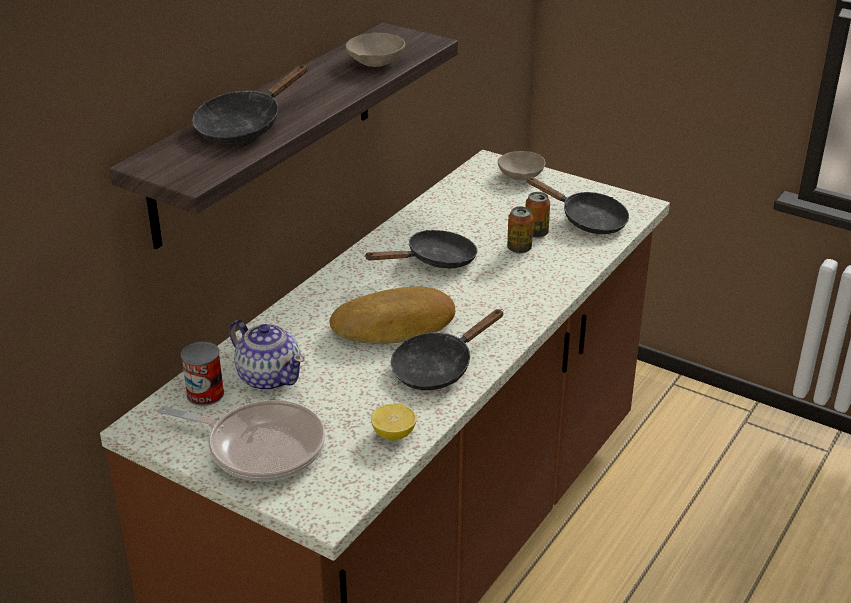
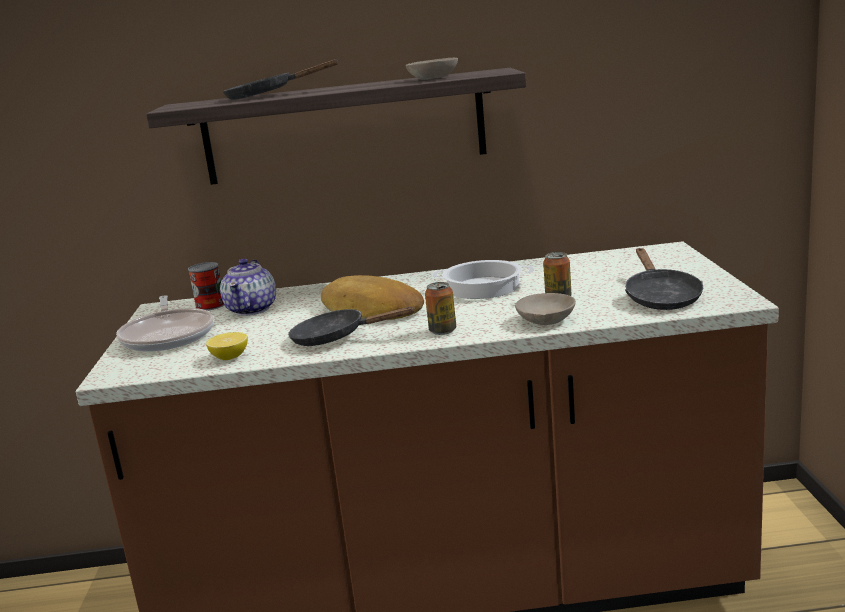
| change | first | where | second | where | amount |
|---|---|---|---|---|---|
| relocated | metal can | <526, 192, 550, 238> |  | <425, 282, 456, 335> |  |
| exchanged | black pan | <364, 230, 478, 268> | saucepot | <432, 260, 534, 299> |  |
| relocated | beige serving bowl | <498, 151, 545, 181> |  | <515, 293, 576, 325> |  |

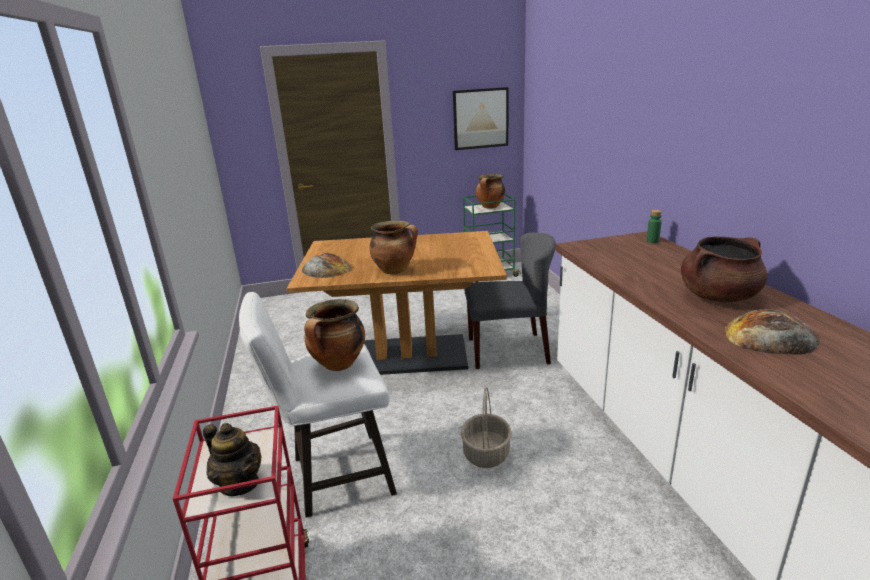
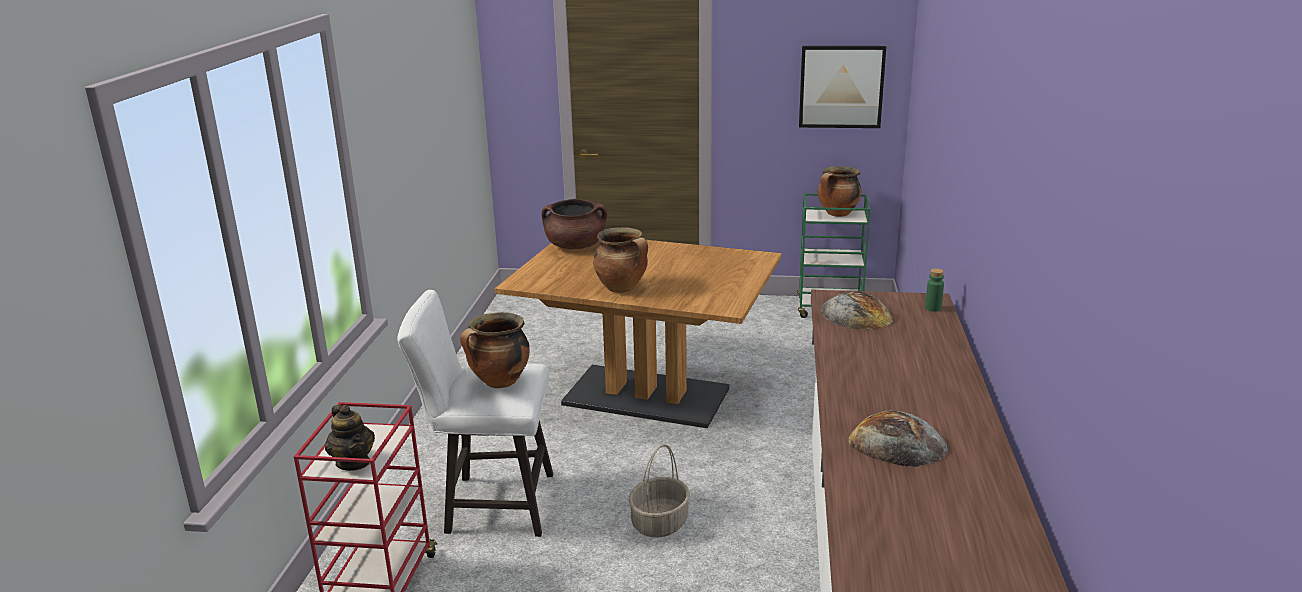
| change | first | where | second | where | amount |
|---|---|---|---|---|---|
| relocated | brownish saucepot | <681, 237, 767, 302> |  | <542, 199, 607, 249> |  |
| relocated | bread | <302, 253, 351, 278> |  | <820, 291, 893, 330> |  |
| missing | greyish plain chair | <465, 232, 556, 369> |  |  |  |

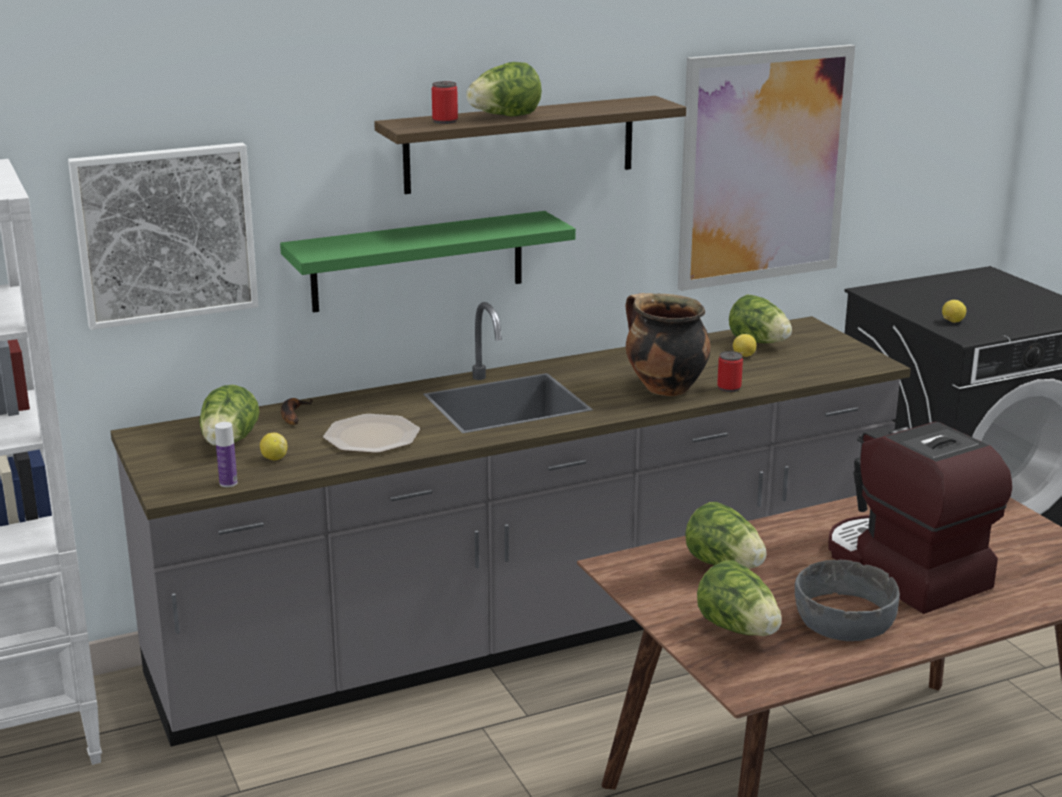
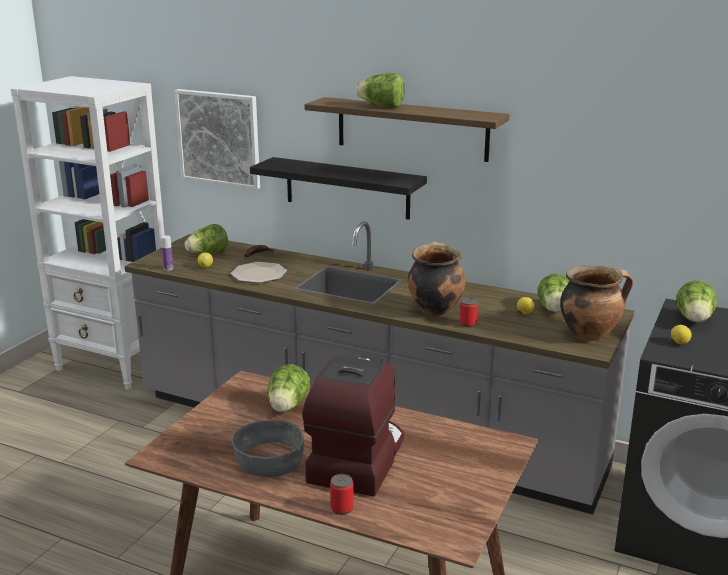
| change | first | where | second | where | amount |
|---|---|---|---|---|---|
| colour | green bracket shelf | <280, 211, 576, 313> | black bracket shelf | <250, 157, 427, 220> |  |
| relocated | metal can | <432, 81, 458, 124> |  | <330, 474, 354, 515> |  |
| appeared |  |  | saucepot | <560, 265, 633, 341> |  |
| relocated | lettuce | <697, 560, 782, 636> |  | <676, 281, 717, 322> |  |
| missing | picture | <678, 45, 855, 291> |  |  |  |

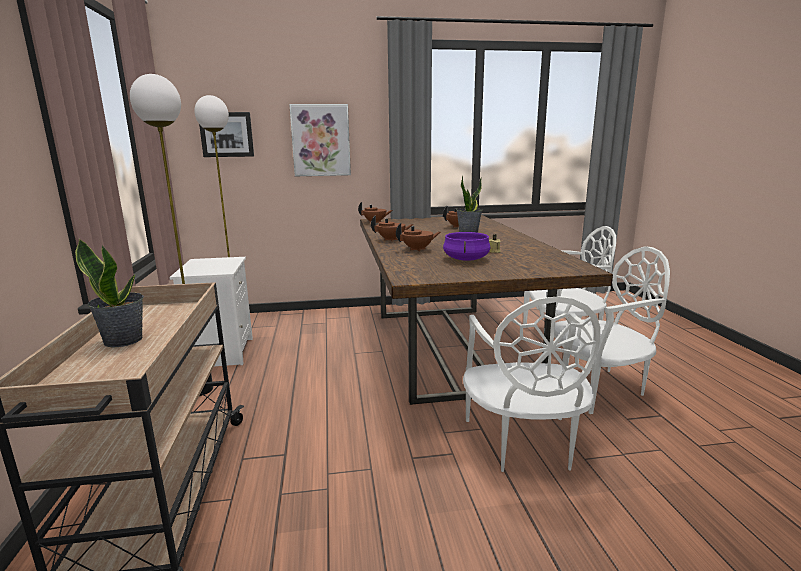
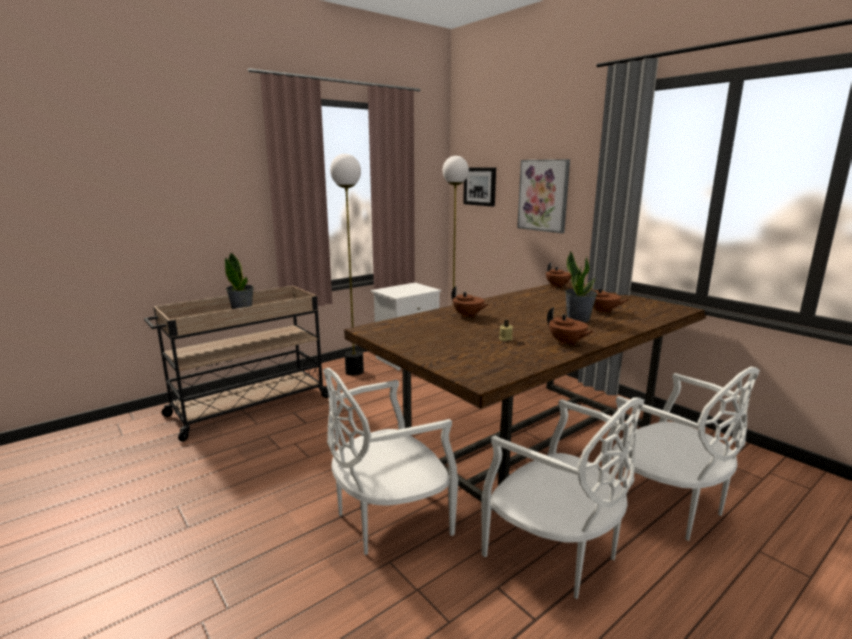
| change | first | where | second | where | amount |
|---|---|---|---|---|---|
| relocated | brownish teapot | <371, 215, 413, 241> |  | <547, 307, 594, 346> |  |
| missing | purple saucepot | <443, 232, 490, 261> |  |  |  |

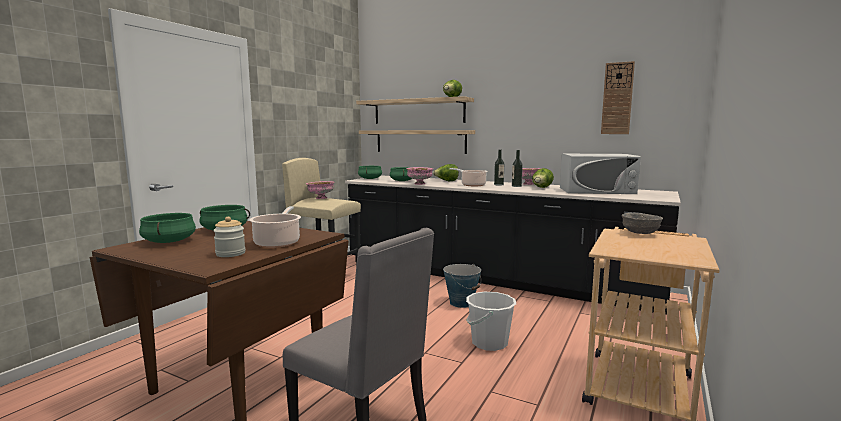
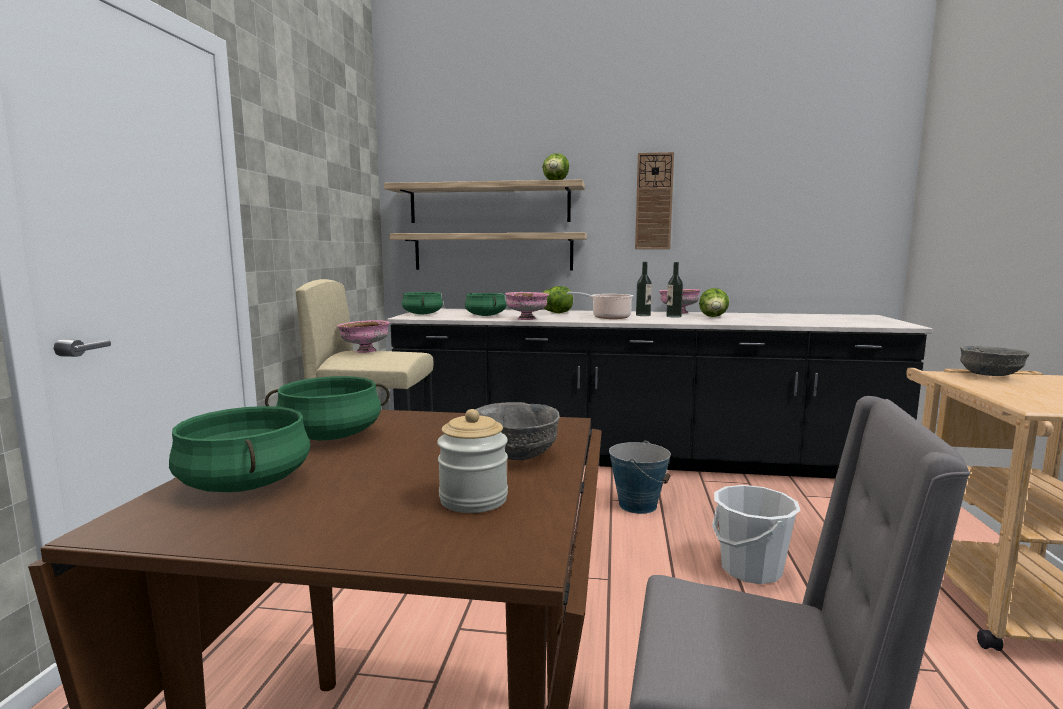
| change | first | where | second | where | amount |
|---|---|---|---|---|---|
| exchanged | saucepot | <249, 206, 301, 248> | greyish serving bowl | <475, 402, 560, 460> |  |
| relocated | wall clock | <601, 61, 635, 134> |  | <635, 152, 674, 249> |  |
| missing | whitish microwave | <560, 154, 641, 194> |  |  |  |

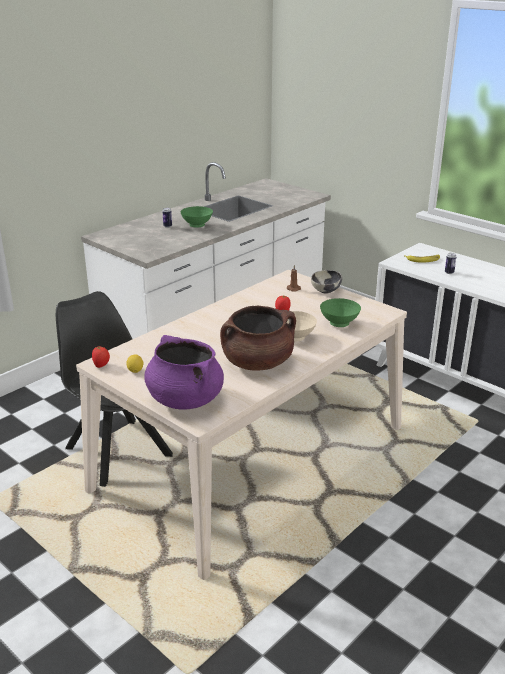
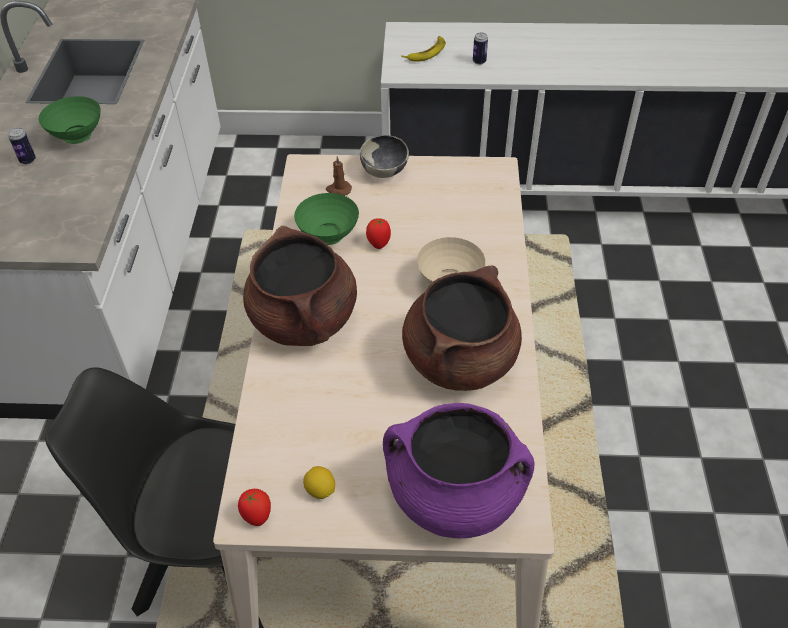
| change | first | where | second | where | amount |
|---|---|---|---|---|---|
| appeared |  |  | brownish saucepot | <243, 226, 357, 346> |  |
| relocated | green serving bowl | <320, 298, 361, 327> |  | <294, 193, 359, 245> |  |

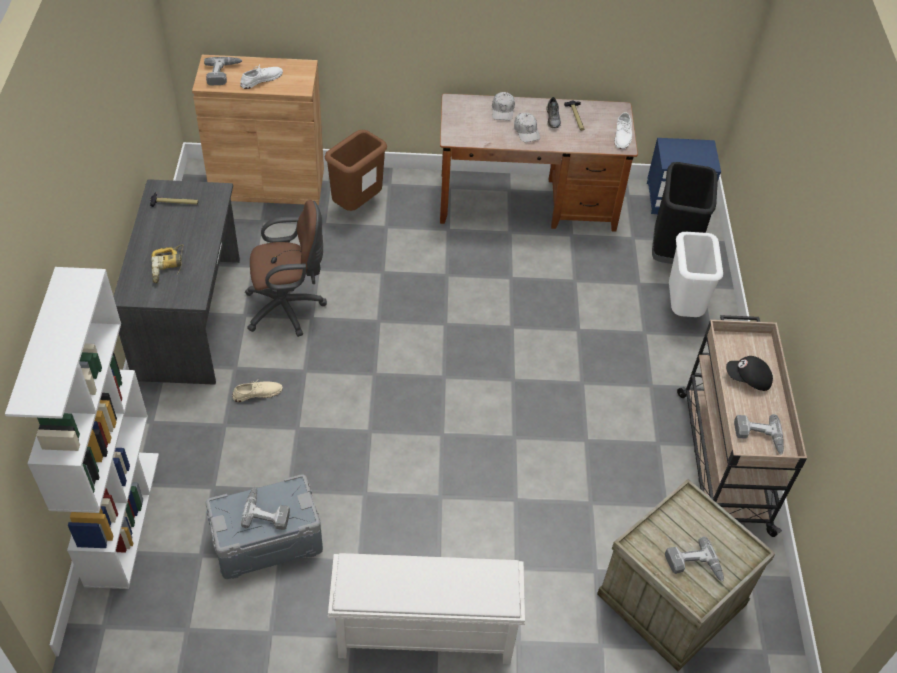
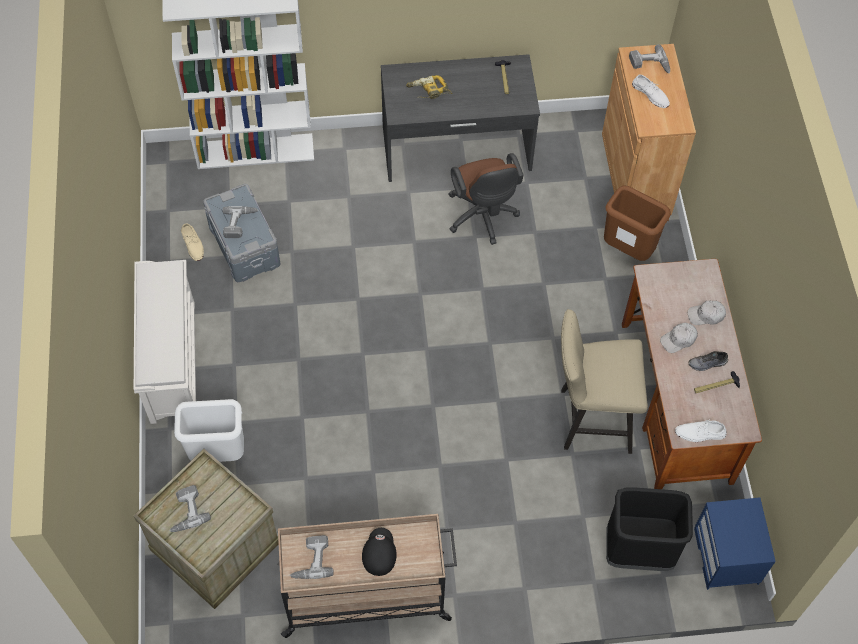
| change | first | where | second | where | amount |
|---|---|---|---|---|---|
| relocated | whitish rubbish bin | <669, 232, 723, 317> |  | <174, 399, 244, 462> |  |
| relocated | beige low shoe | <232, 380, 283, 402> |  | <181, 223, 204, 261> |  |
| appeared |  |  | beige stool seat | <561, 309, 648, 454> |  |

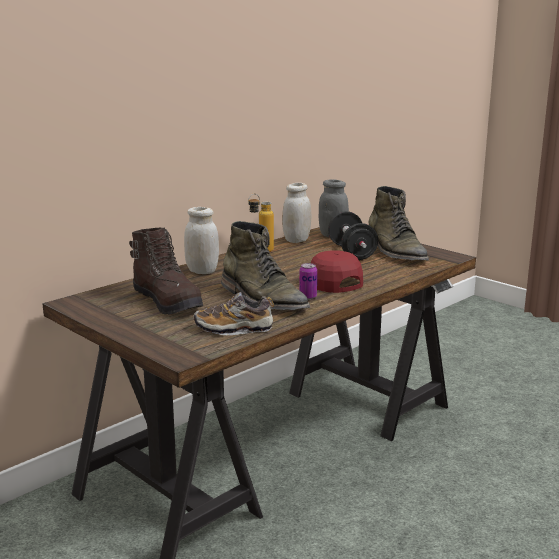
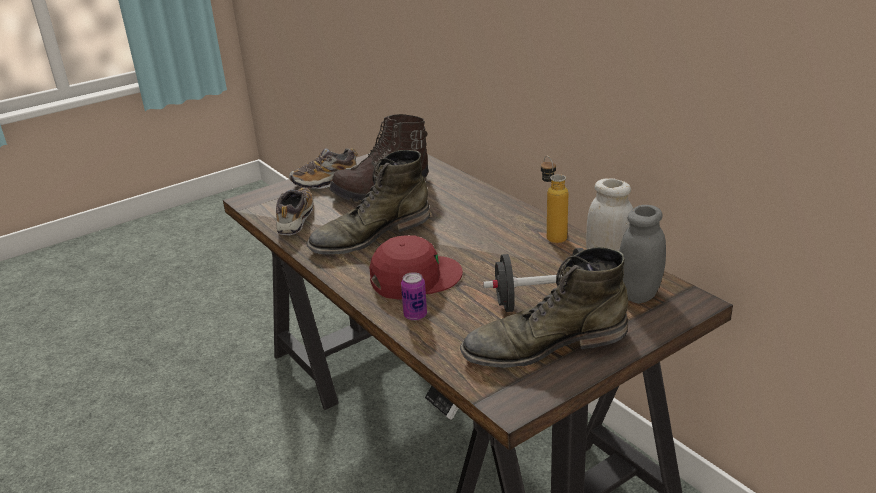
| change | first | where | second | where | amount |
|---|---|---|---|---|---|
| appeared |  |  | low shoe | <289, 148, 358, 189> |  |
| relocated | metal can | <299, 263, 317, 299> |  | <401, 272, 427, 321> |  |
| missing | whitish storage jar | <184, 207, 219, 274> |  |  |  |

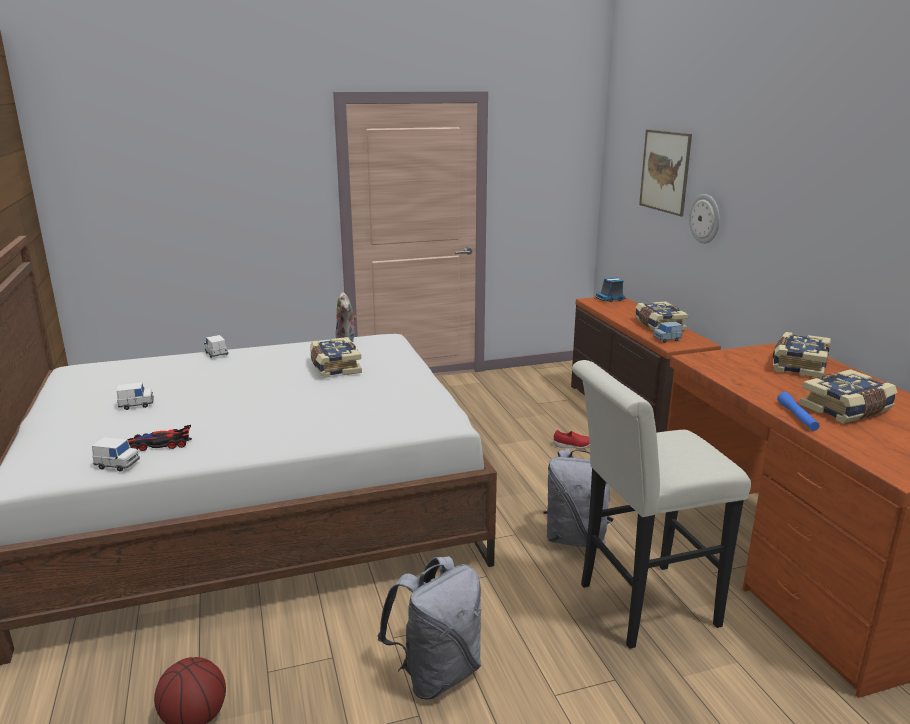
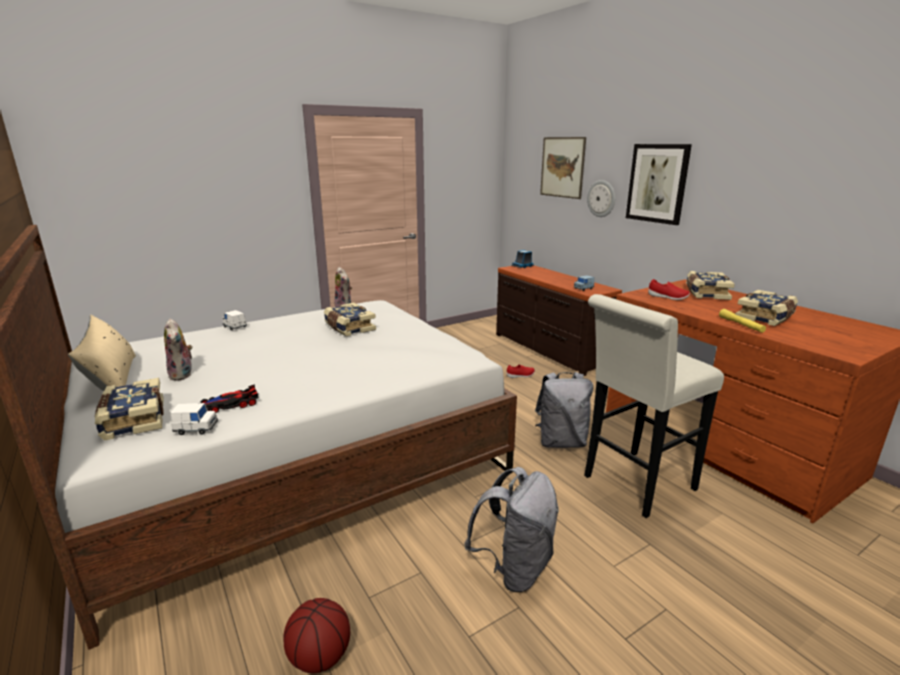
| change | first | where | second | where | amount |
|---|---|---|---|---|---|
| appeared |  |  | beige pillow | <68, 315, 136, 391> |  |
| relocated | book | <635, 302, 688, 331> |  | <95, 378, 164, 441> |  |
| exchanged | whitish toy car | <117, 382, 154, 410> | plush toy | <164, 318, 193, 381> |  |
| appeared |  |  | picture | <626, 144, 692, 225> |  |
| appeared |  |  | red low shoe | <648, 279, 690, 300> |  |
| colour | blue-coloured torch | <777, 392, 820, 431> | yellowish torch | <719, 309, 766, 333> |  |

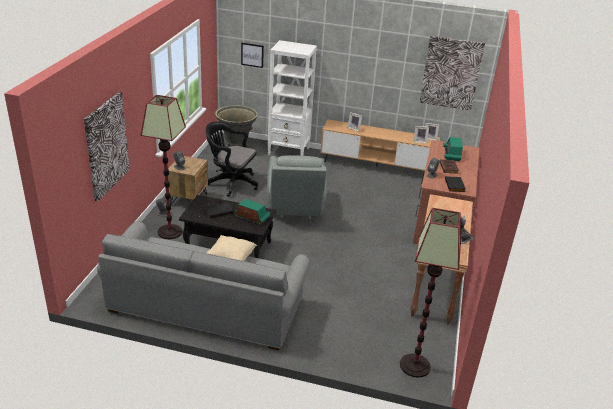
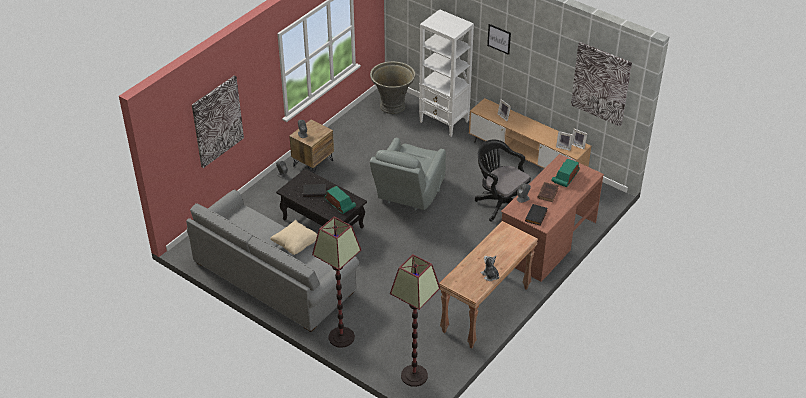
| change | first | where | second | where | amount |
|---|---|---|---|---|---|
| relocated | standard lamp | <141, 95, 186, 239> |  | <312, 217, 361, 348> |  |
| relocated | black computer chair | <206, 121, 258, 197> |  | <475, 139, 531, 222> |  |
| relocated | picture | <241, 43, 264, 68> |  | <487, 24, 511, 55> |  |

